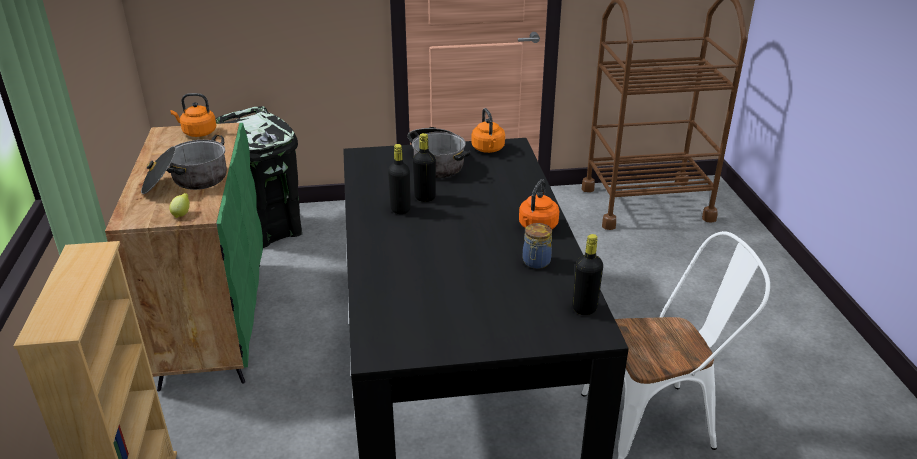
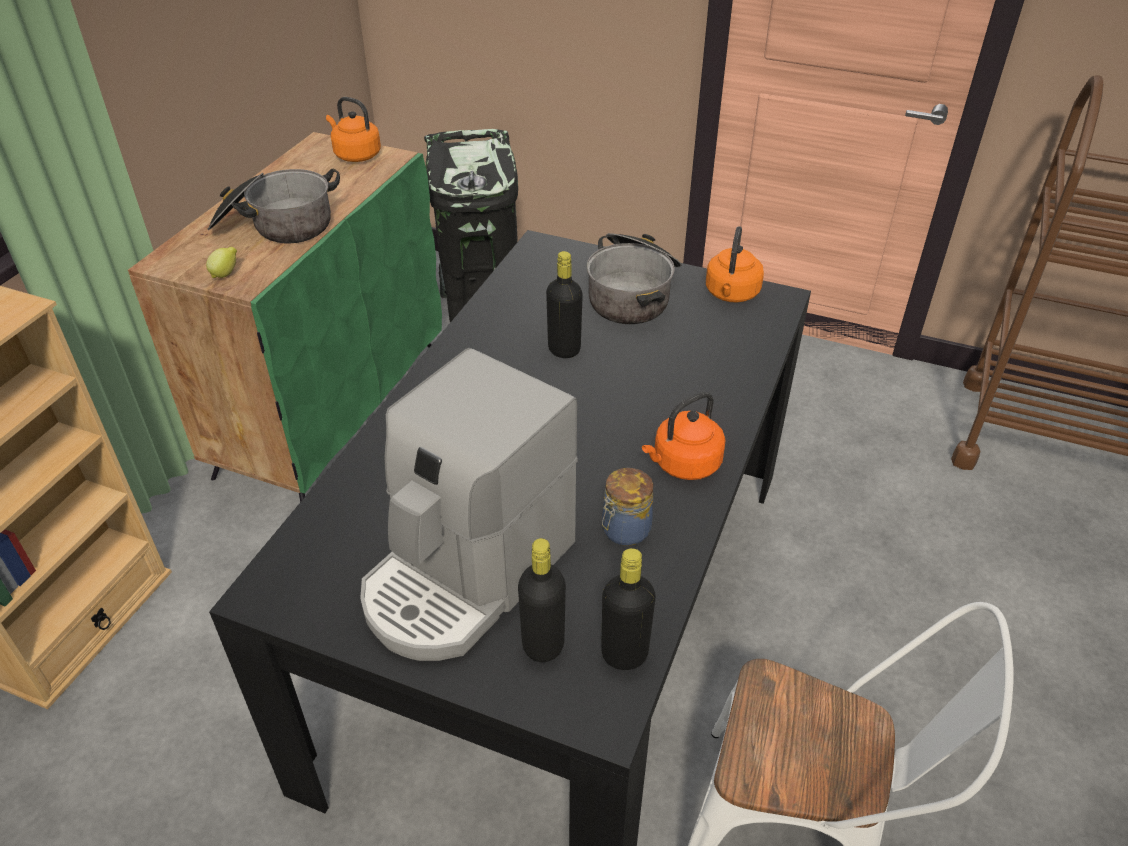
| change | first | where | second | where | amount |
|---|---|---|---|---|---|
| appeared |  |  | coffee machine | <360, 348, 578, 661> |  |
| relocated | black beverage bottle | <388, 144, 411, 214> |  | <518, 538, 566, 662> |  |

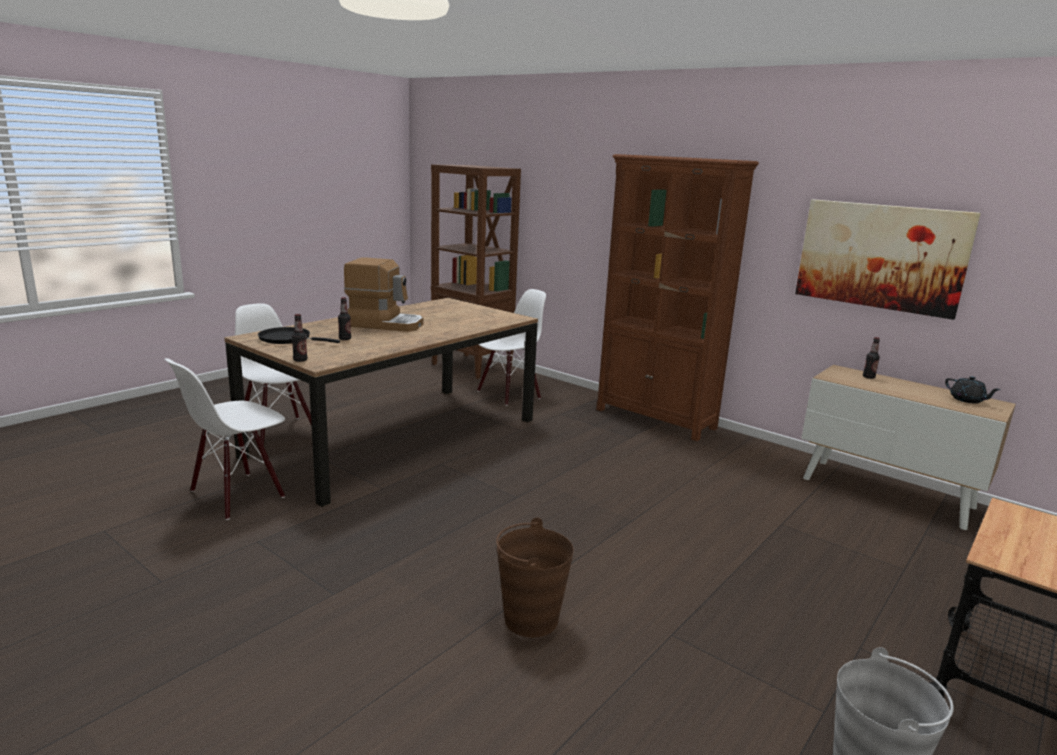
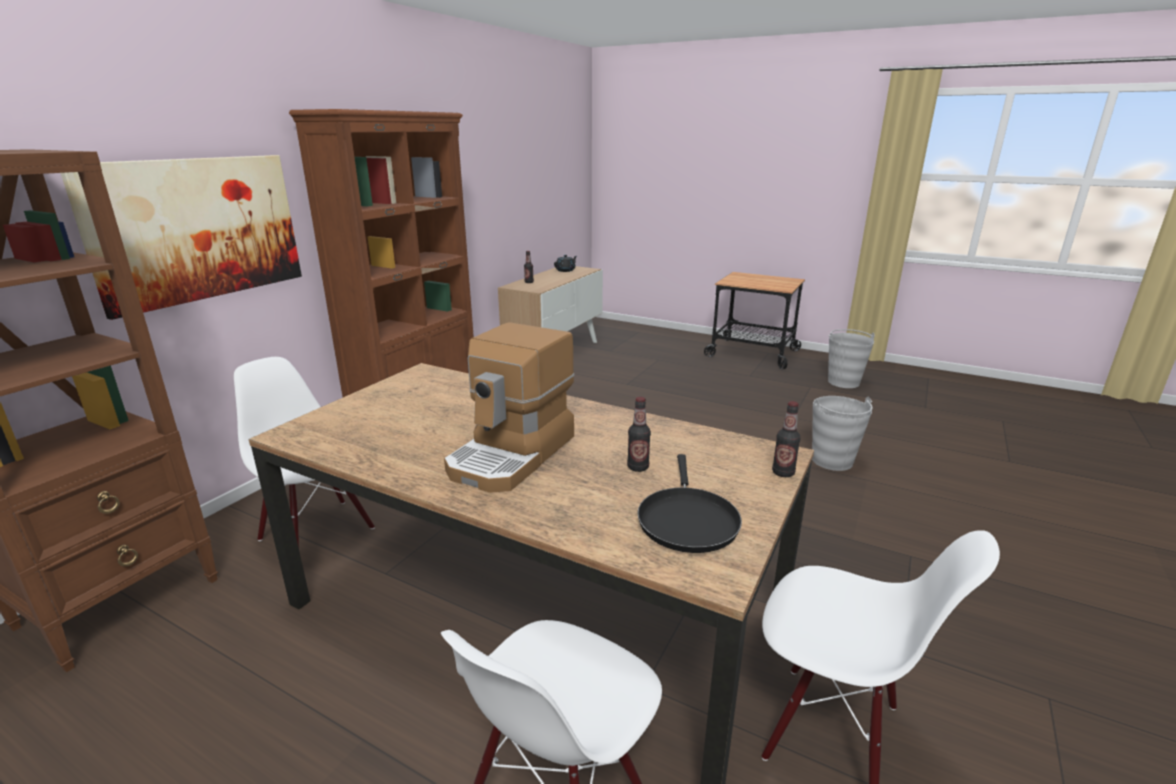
| change | first | where | second | where | amount |
|---|---|---|---|---|---|
| relocated | picture | <795, 199, 981, 320> |  | <61, 155, 302, 320> |  |
| spun | coffee machine | <344, 257, 423, 332> |  | <444, 322, 575, 493> | 150 degrees counterclockwise |
| colour | brownish water bucket | <496, 518, 574, 638> | greyish water bucket | <812, 396, 873, 471> |  |

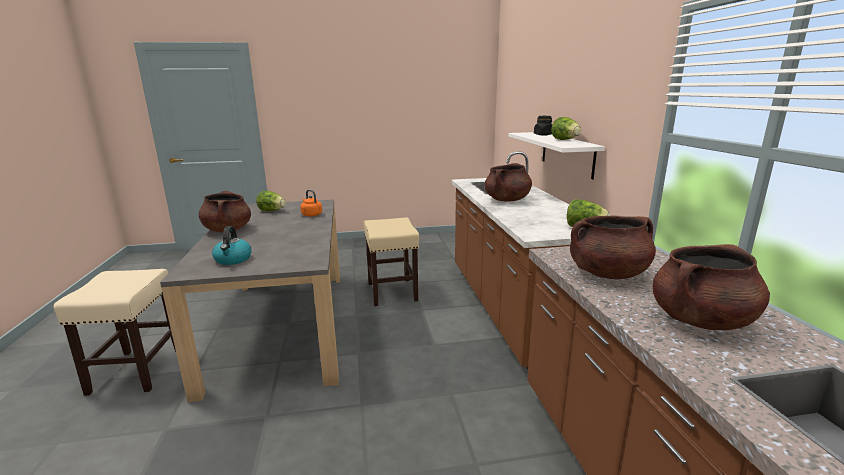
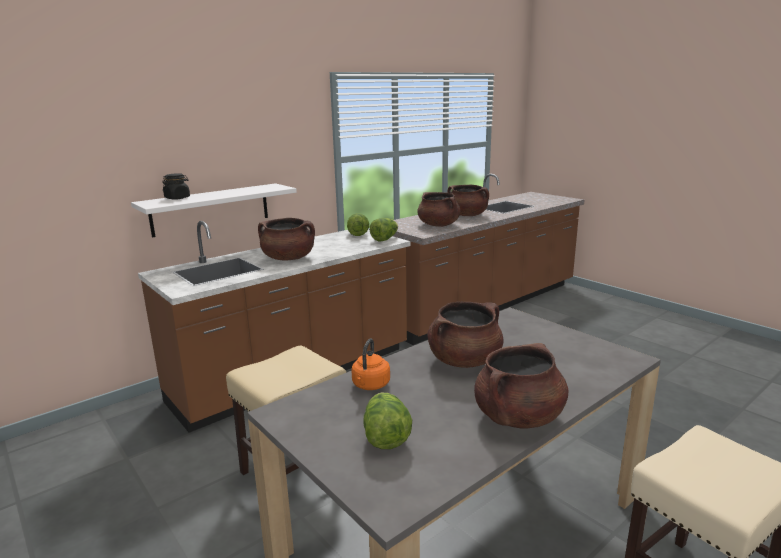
| change | first | where | second | where | amount |
|---|---|---|---|---|---|
| relocated | lettuce | <551, 117, 581, 140> |  | <370, 218, 398, 242> |  |
| appeared |  |  | brownish saucepot | <428, 302, 503, 368> |  |
| missing | kettle | <212, 226, 252, 265> |  |  |  |

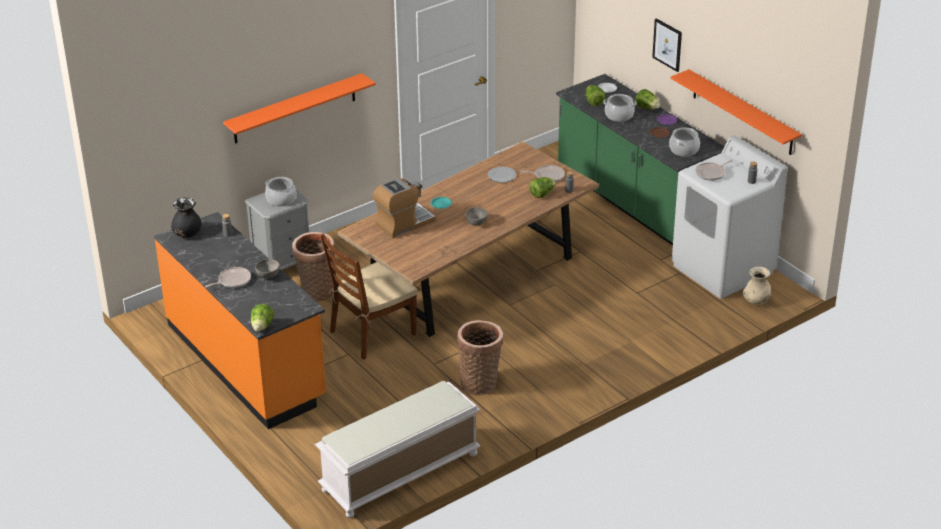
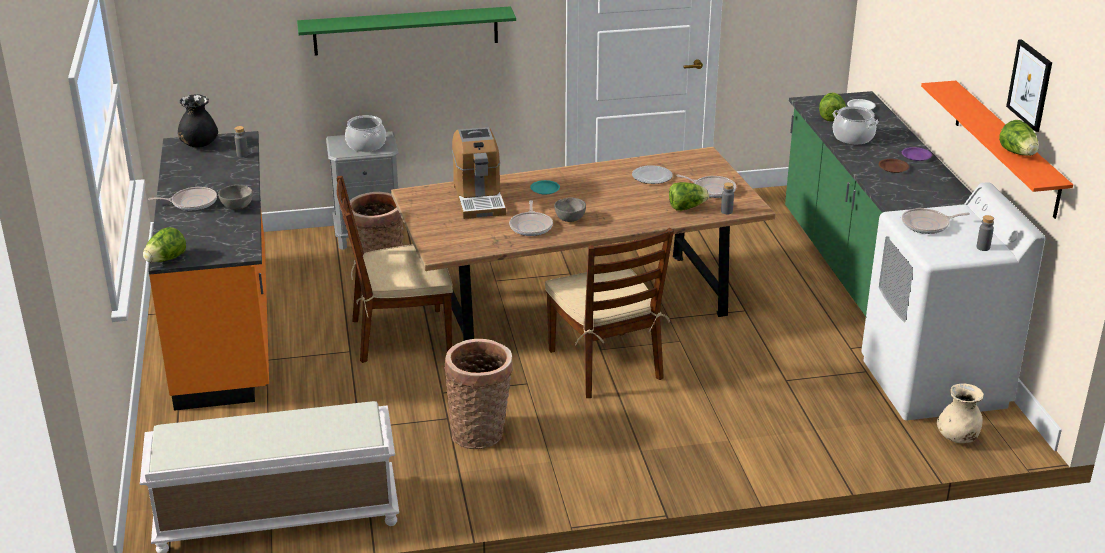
| change | first | where | second | where | amount |
|---|---|---|---|---|---|
| colour | orange-coloured bracket shelf | <223, 73, 376, 144> | green bracket shelf | <297, 6, 516, 56> |  |
| spun | coffee machine | <373, 178, 436, 238> |  | <452, 127, 506, 219> | 90 degrees clockwise |
| appeared |  |  | pan | <509, 200, 553, 236> |  |
| appeared |  |  | brownish plain chair | <545, 228, 674, 398> |  |
| relocated | lettuce | <636, 89, 660, 109> |  | <999, 120, 1039, 156> |  |
| relocated | picture | <652, 18, 682, 72> |  | <1006, 39, 1052, 132> |  |
| missing | saucepot | <669, 127, 700, 157> |  |  |  |

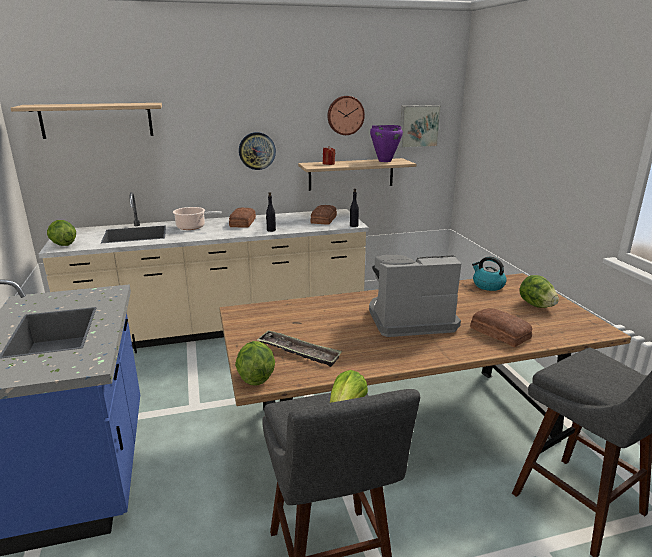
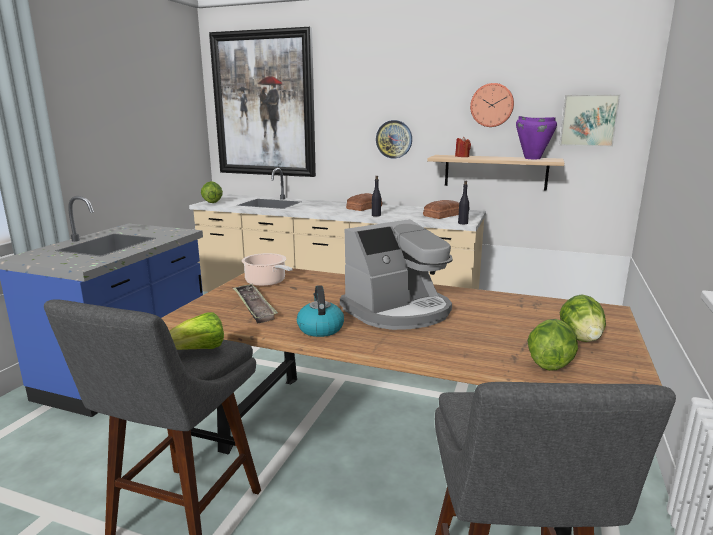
| change | first | where | second | where | amount |
|---|---|---|---|---|---|
| exchanged | bracket shelf | <11, 103, 162, 139> | picture | <209, 27, 316, 177> |  |
| relocated | saucepot | <173, 207, 222, 230> |  | <242, 253, 293, 286> |  |
| relocated | kettle | <472, 257, 507, 291> |  | <297, 285, 344, 337> |  |
| spun | coffee machine | <369, 255, 461, 337> |  | <340, 219, 452, 330> | 120 degrees clockwise |
| relocated | lettuce | <235, 341, 275, 386> |  | <527, 319, 578, 371> |  |
| missing | bread | <470, 308, 532, 347> |  |  |  |

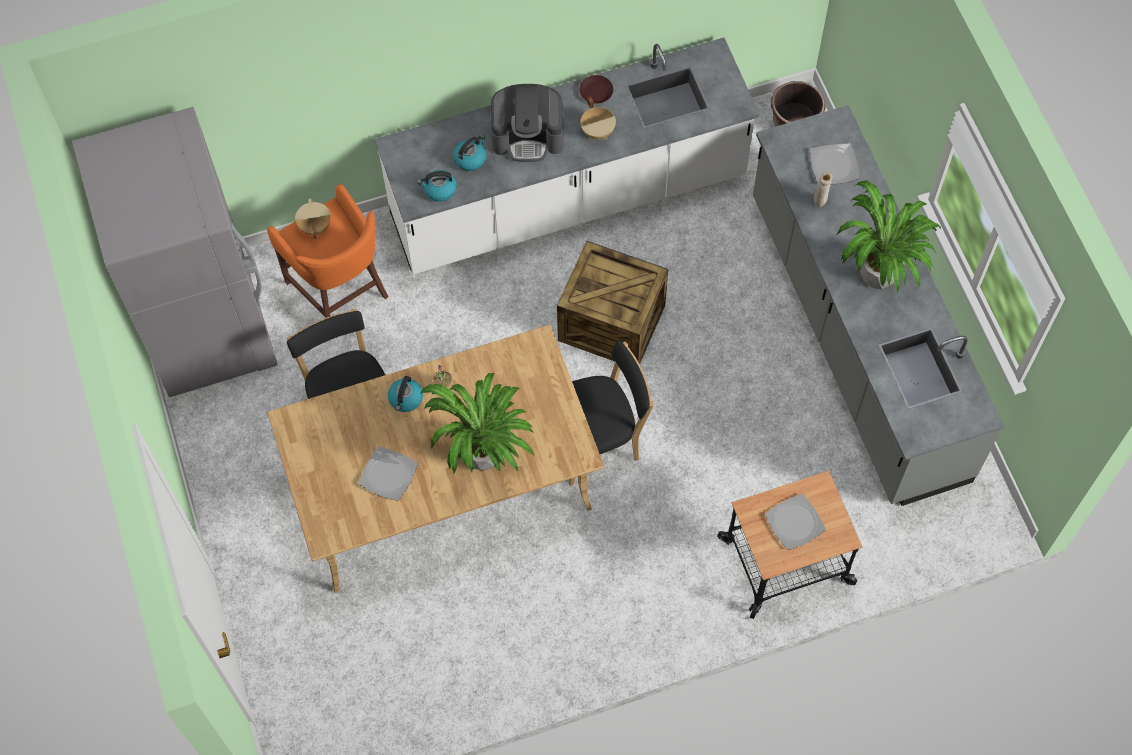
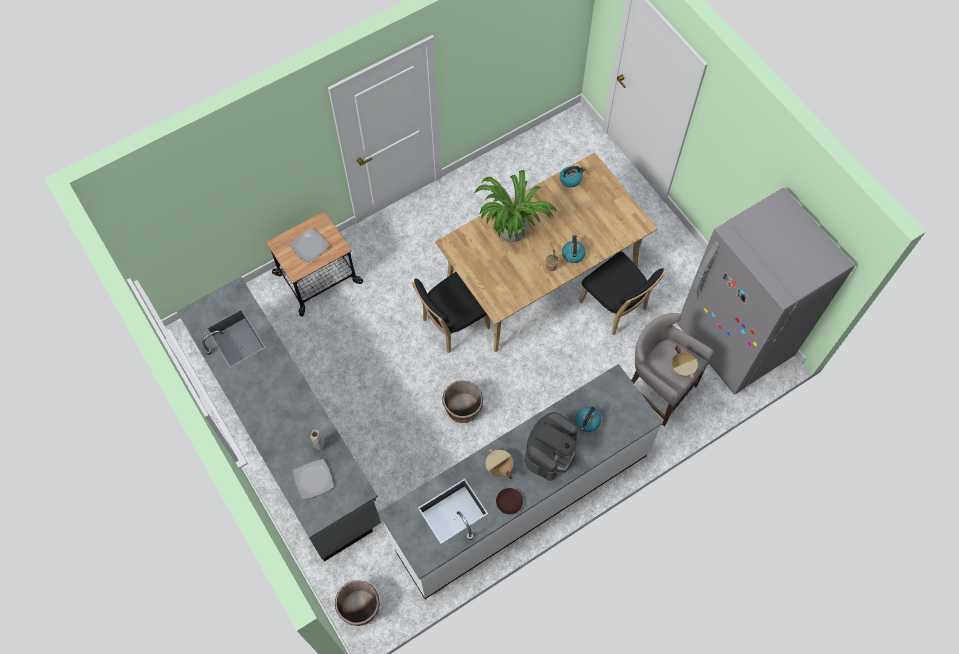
| change | first | where | second | where | amount |
|---|---|---|---|---|---|
| exchanged | crate | <557, 241, 668, 364> | brownish plant pot | <442, 380, 483, 423> |  |
| spun | coffee machine | <491, 84, 564, 162> |  | <525, 412, 578, 481> | 135 degrees clockwise |
| relocated | kettle | <417, 170, 457, 202> |  | <560, 166, 585, 187> |  |
| colour | orange-coloured stool seat | <267, 184, 388, 318> | greyish stool seat | <631, 313, 714, 426> |  |
| missing | plate | <359, 447, 418, 501> |  |  |  |
| missing | potted plant | <836, 180, 941, 293> |  |  |  |

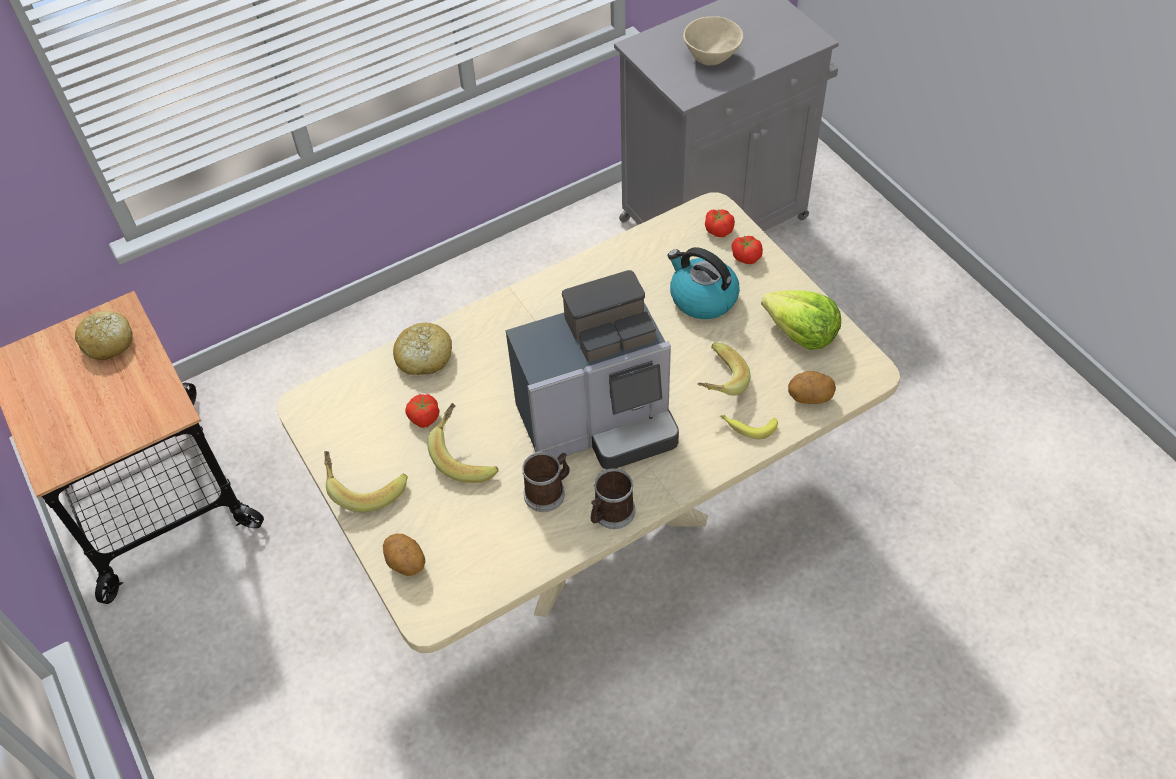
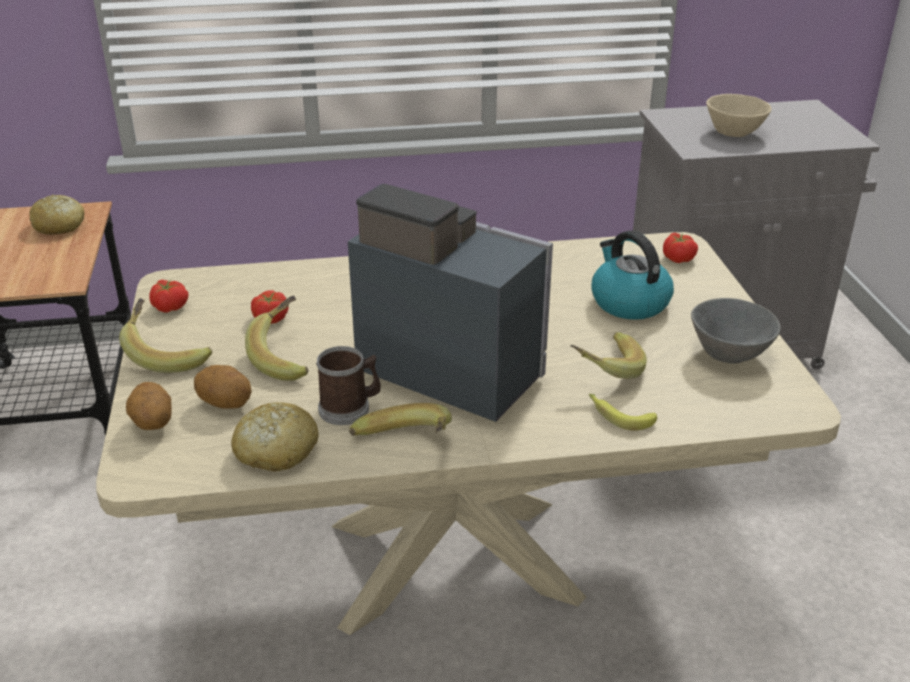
| change | first | where | second | where | amount |
|---|---|---|---|---|---|
| relocated | fresh tomato | <731, 236, 763, 264> |  | <149, 279, 188, 313> |  |
| relocated | spud | <788, 371, 836, 404> |  | <194, 365, 252, 408> |  |
| relocated | bread | <393, 323, 452, 375> |  | <231, 402, 319, 472> |  |
| spun | coffee machine | <506, 270, 679, 469> |  | <348, 184, 553, 422> | 150 degrees counterclockwise |
| exchanged | mug | <591, 468, 635, 529> | banana | <349, 403, 452, 436> |  |
| exchanged | lettuce | <761, 290, 841, 350> | greyish serving bowl | <691, 298, 781, 364> |  |

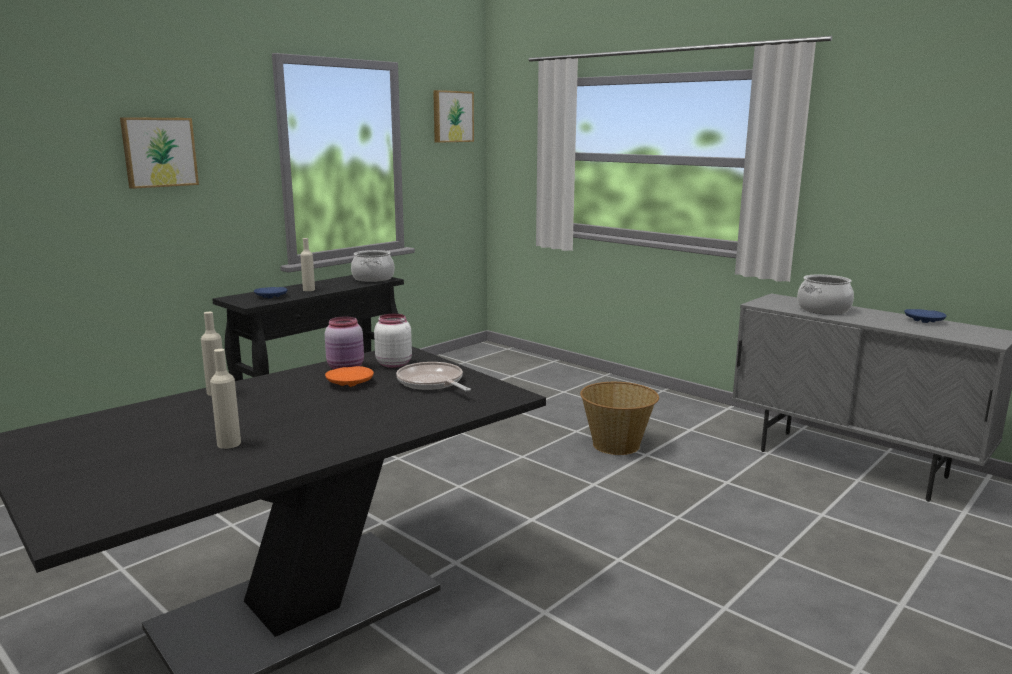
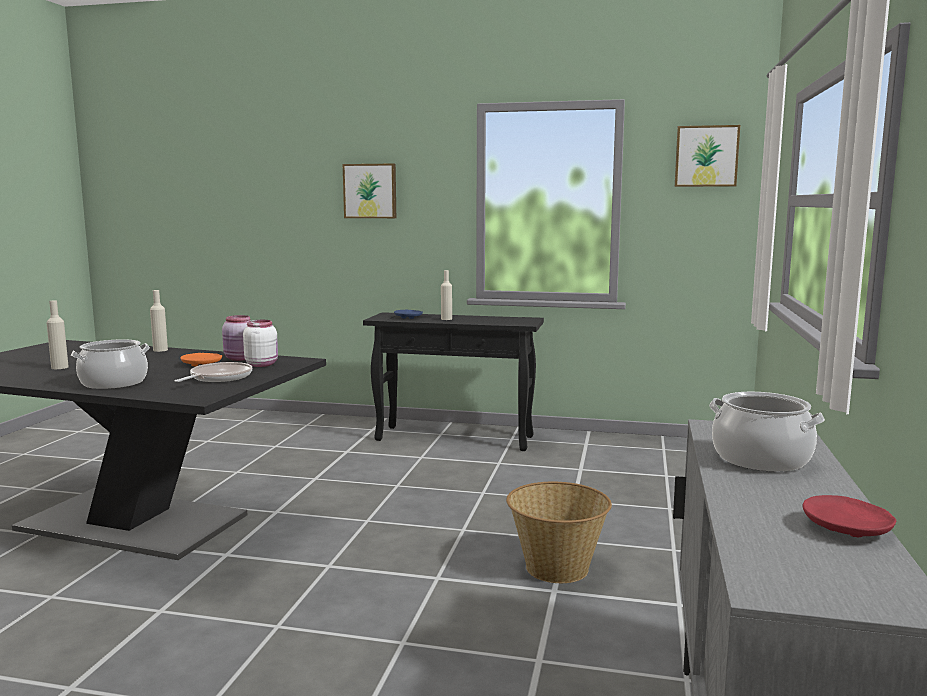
| change | first | where | second | where | amount |
|---|---|---|---|---|---|
| relocated | saucepot | <351, 250, 395, 282> |  | <71, 339, 150, 389> |  |
| colour | blue-coloured plate | <905, 309, 947, 323> | red plate | <803, 495, 896, 537> |  |

